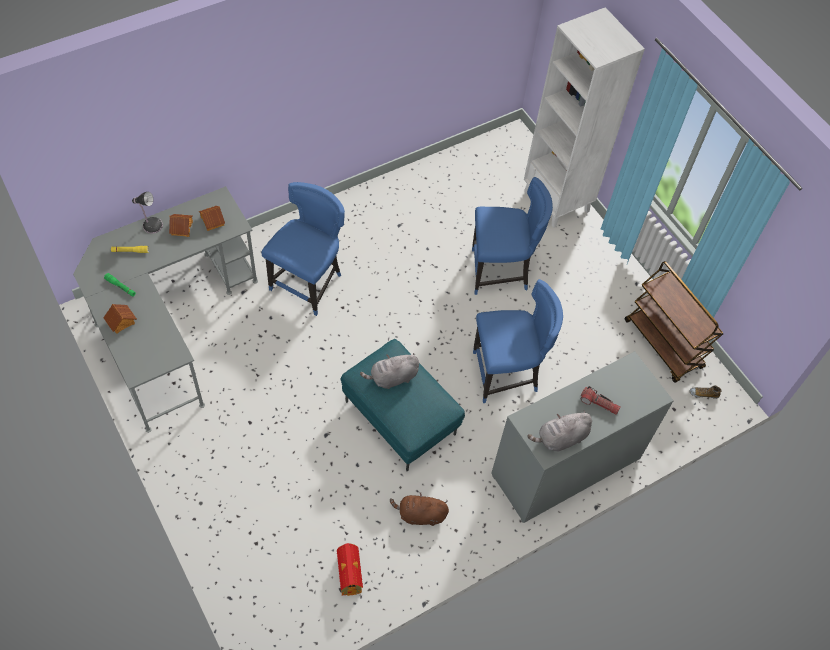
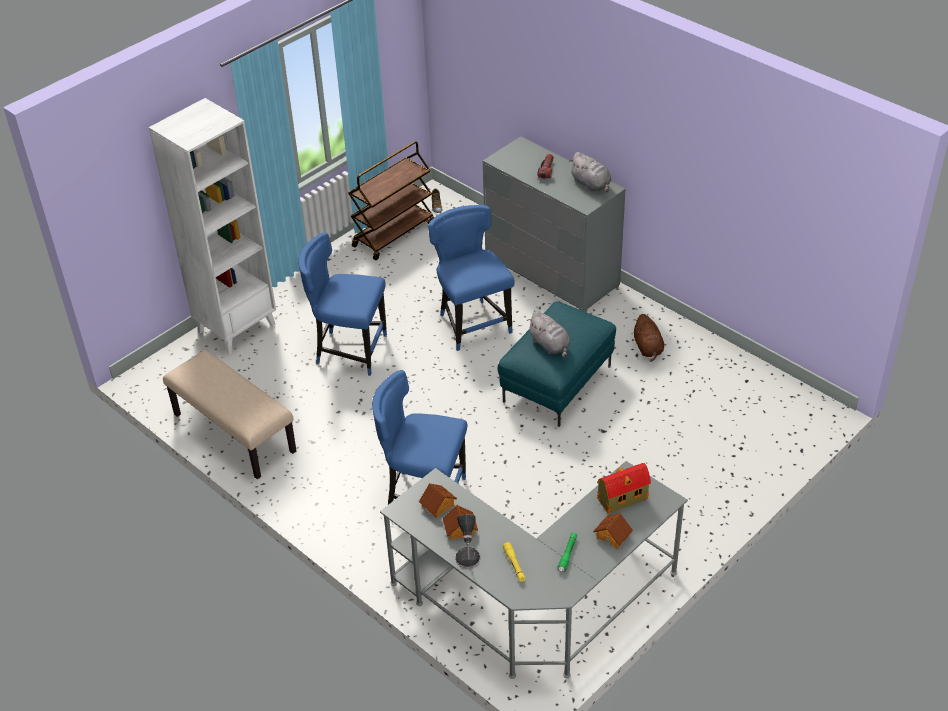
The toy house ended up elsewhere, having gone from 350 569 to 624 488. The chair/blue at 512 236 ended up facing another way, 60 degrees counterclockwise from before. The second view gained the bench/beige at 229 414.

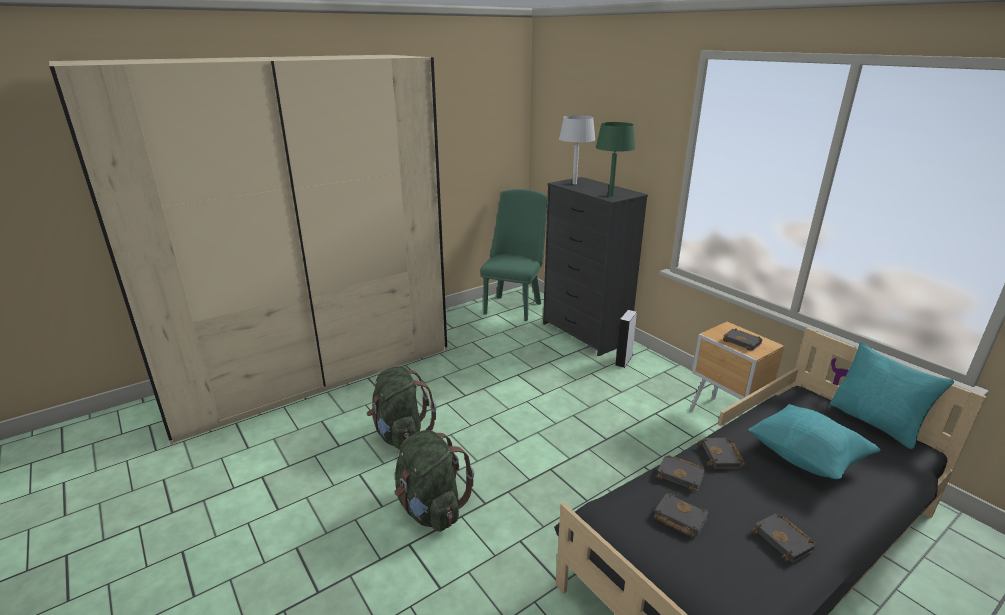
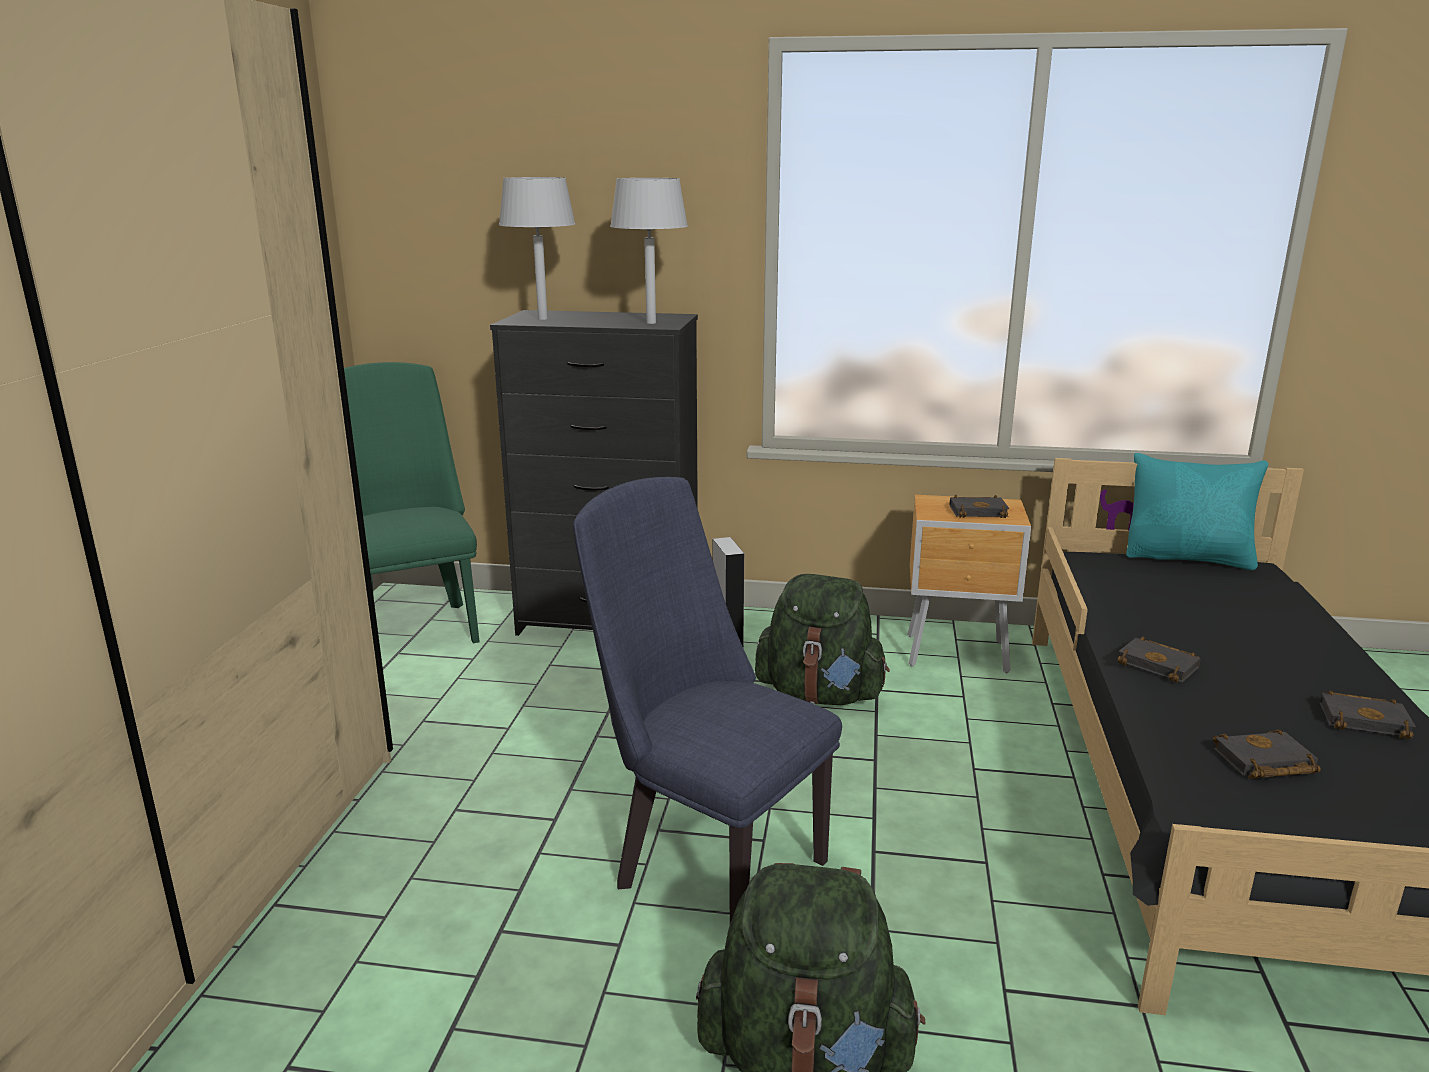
The backpack/green ended up elsewhere, having gone from 401 407 to 822 639. What was the table lamp/green at 615 159 turned into the table lamp/grey at 649 251. The second view lost the book/black at 681 473. The second view lost the pillow/turquoise at 814 441. The second view gained the chair/blue at 707 700.

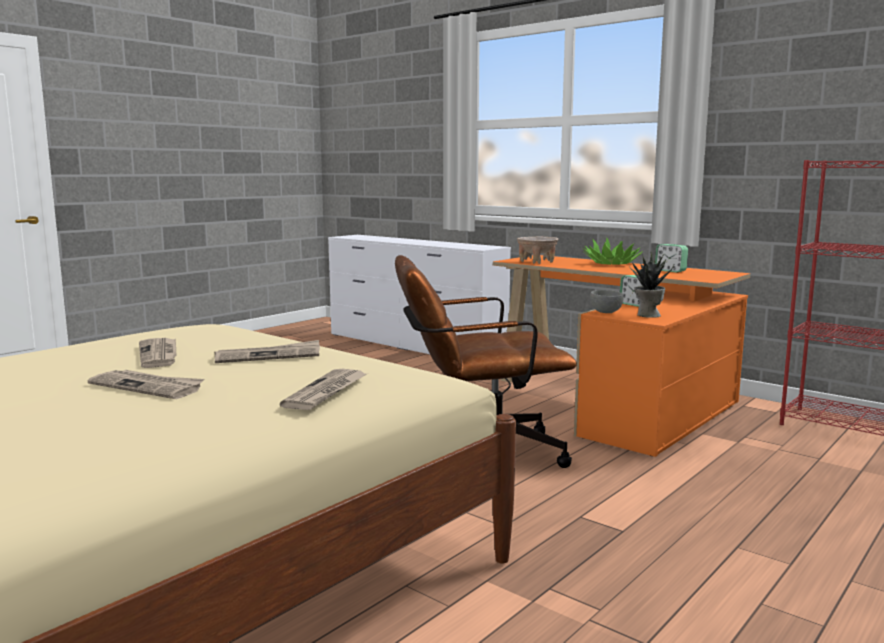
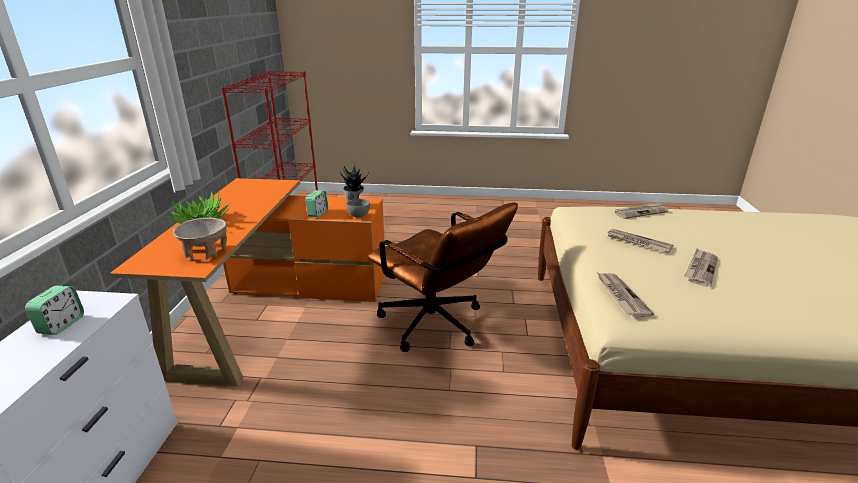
The newspaper ended up elsewhere, having gone from 146 384 to 625 295. The alarm clock ended up elsewhere, having gone from 671 258 to 54 310.

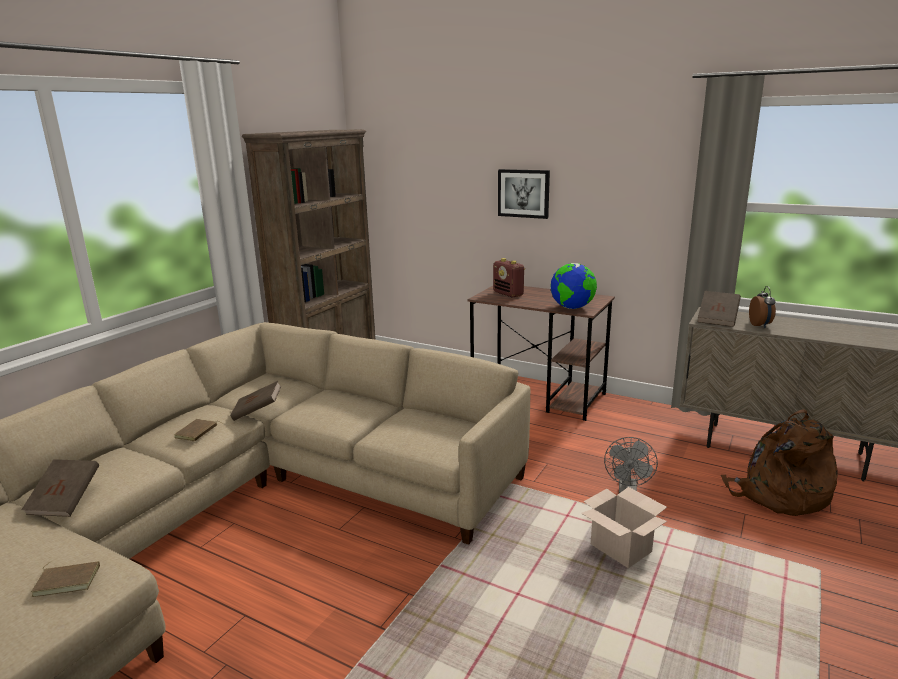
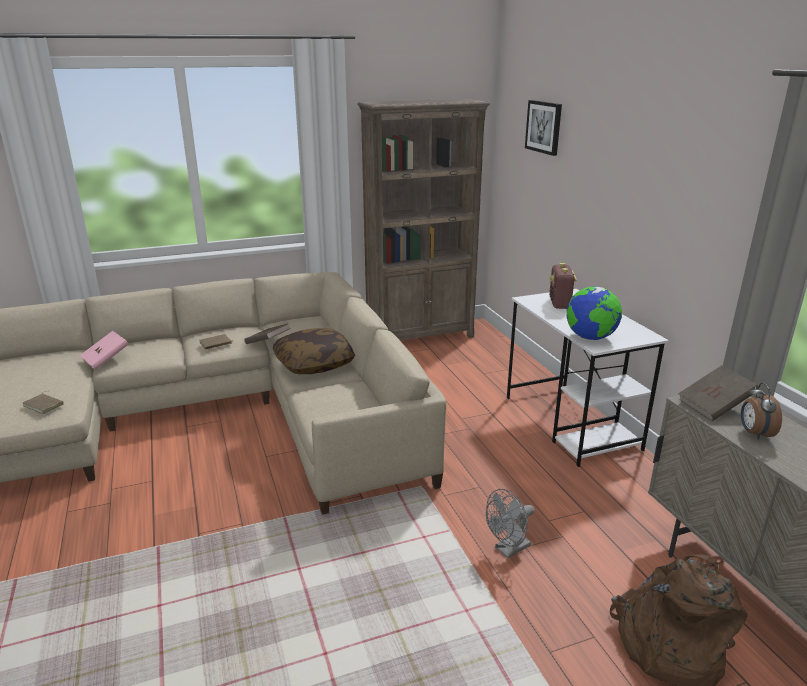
What was the book/brown at 60 488 turned into the book/pink at 104 350. What was the desk/brown at 541 353 turned into the desk/white at 588 378. The picture ended up elsewhere, having gone from 524 194 to 543 128. The second view lost the cardboard box at 624 527. The alarm clock at 762 307 ended up facing another way, 135 degrees clockwise from before. The second view gained the pillow at 314 351.

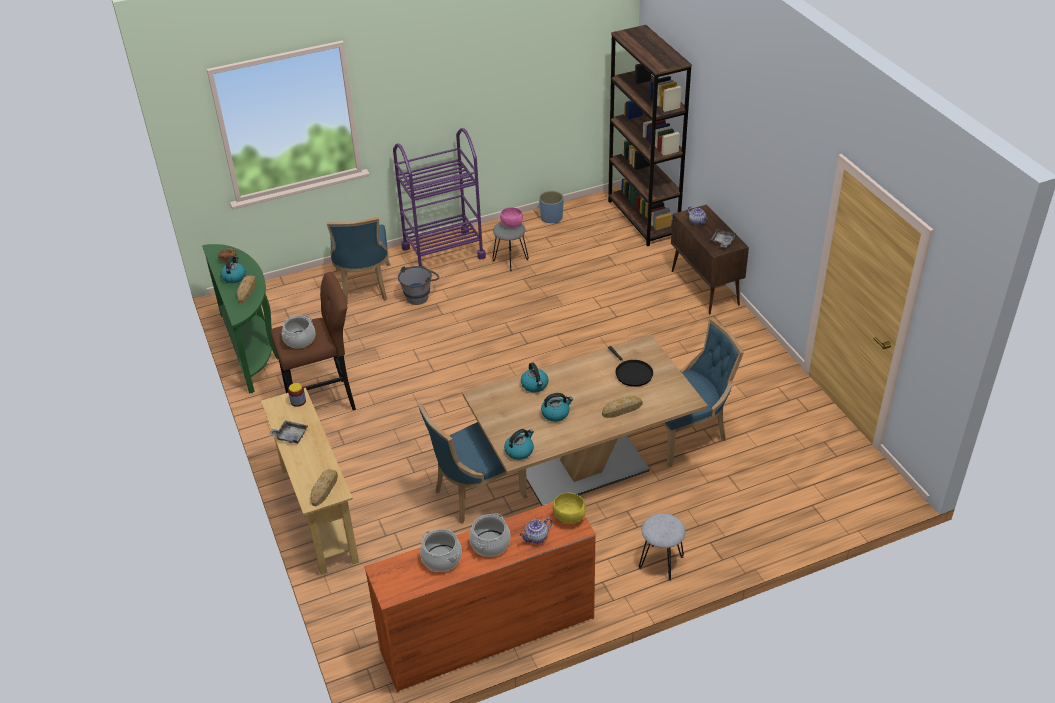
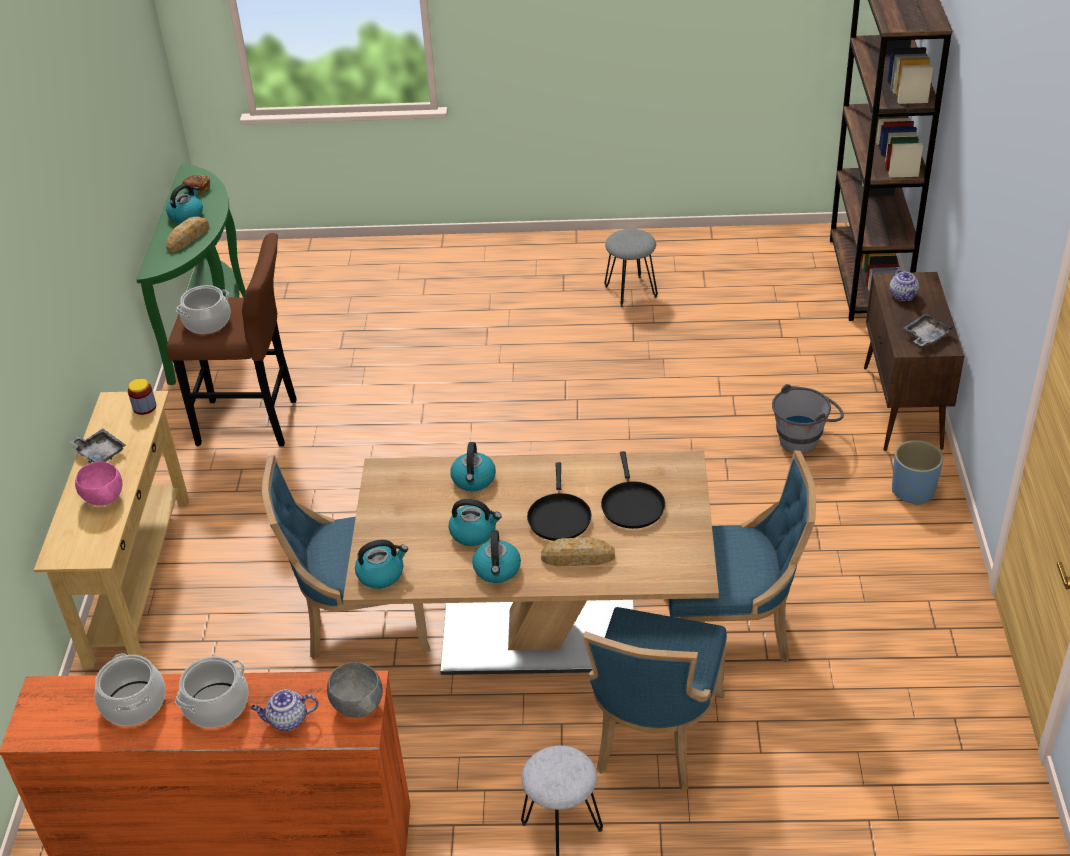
The second view lost the bread at 324 488. The chair/blue ended up elsewhere, having gone from 359 260 to 655 699. The second view lost the cart/purple at 439 197. The bucket/grey ended up elsewhere, having gone from 418 285 to 808 419. The bowl/pink ended up elsewhere, having gone from 511 217 to 98 484. The planter/blue ended up elsewhere, having gone from 551 207 to 917 472. What was the bowl/yellow at 569 508 turned into the bowl/grey at 355 690. The second view gained the kettle at 496 556. The second view gained the frying pan/black at 559 501.

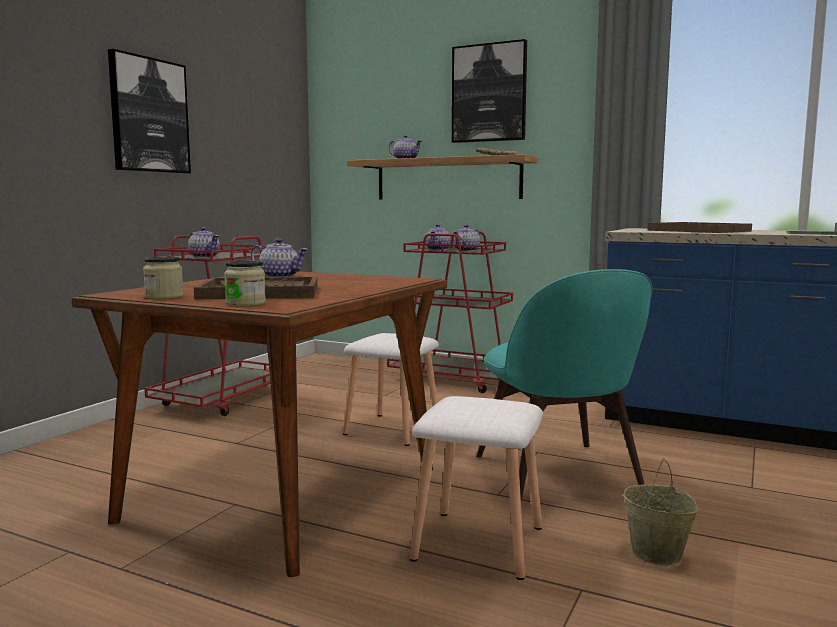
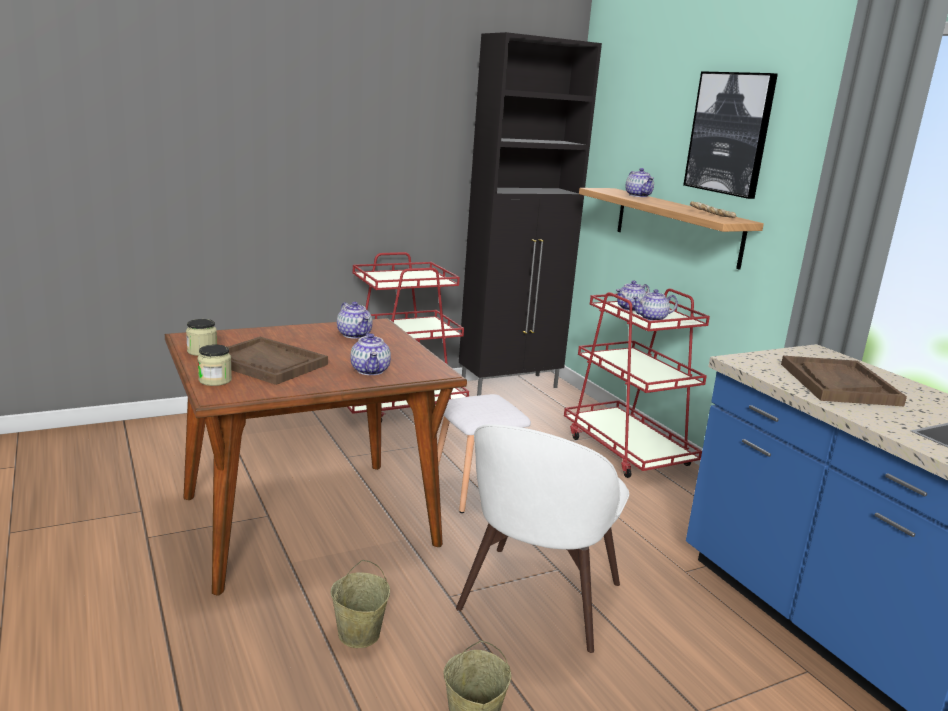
The second view lost the picture at 149 111. The teapot ended up elsewhere, having gone from 204 242 to 370 354. Where the stool/white stood at 476 488, the bucket/beige came to stand at 360 604. What was the chair/turquoise at 564 384 turned into the chair/white at 542 538. The second view gained the cabinet/black at 530 214.

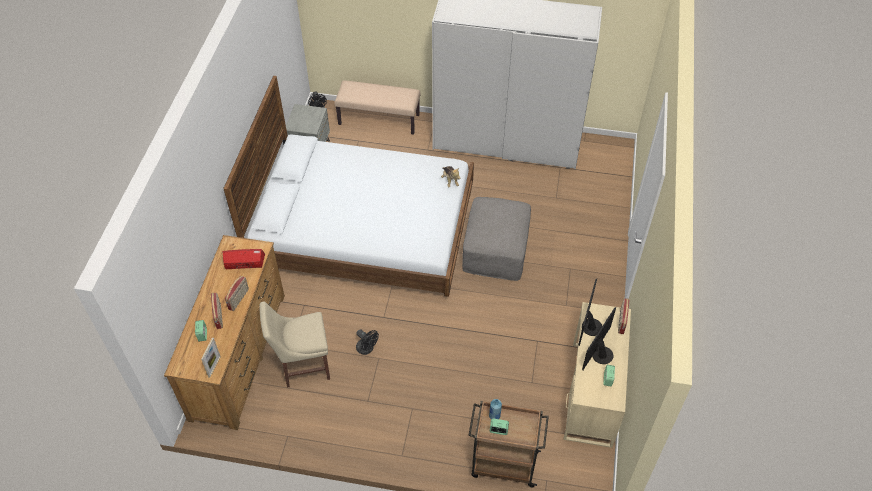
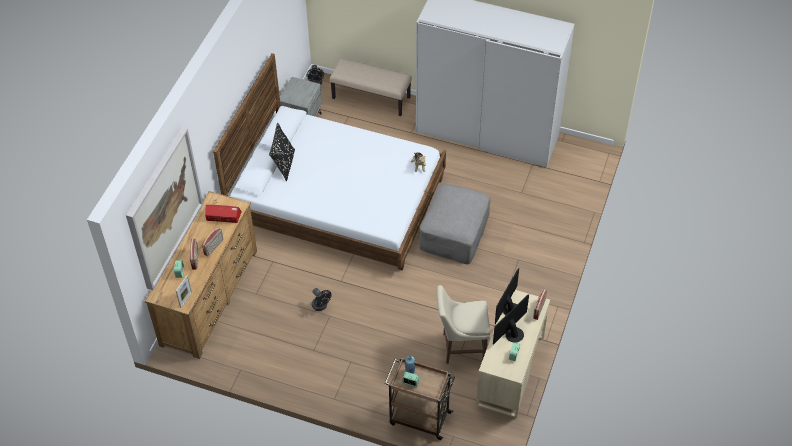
The chair/beige ended up elsewhere, having gone from 294 344 to 463 324. The second view gained the picture at 164 208. The second view gained the pillow/black at 282 152.

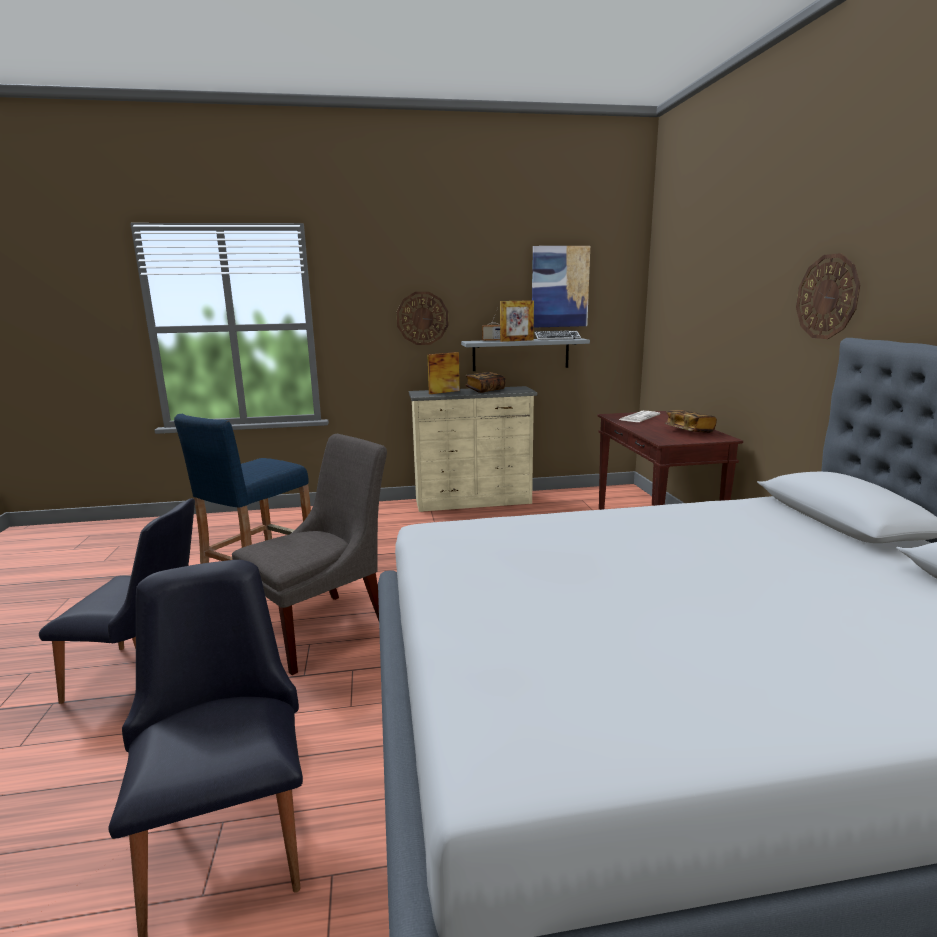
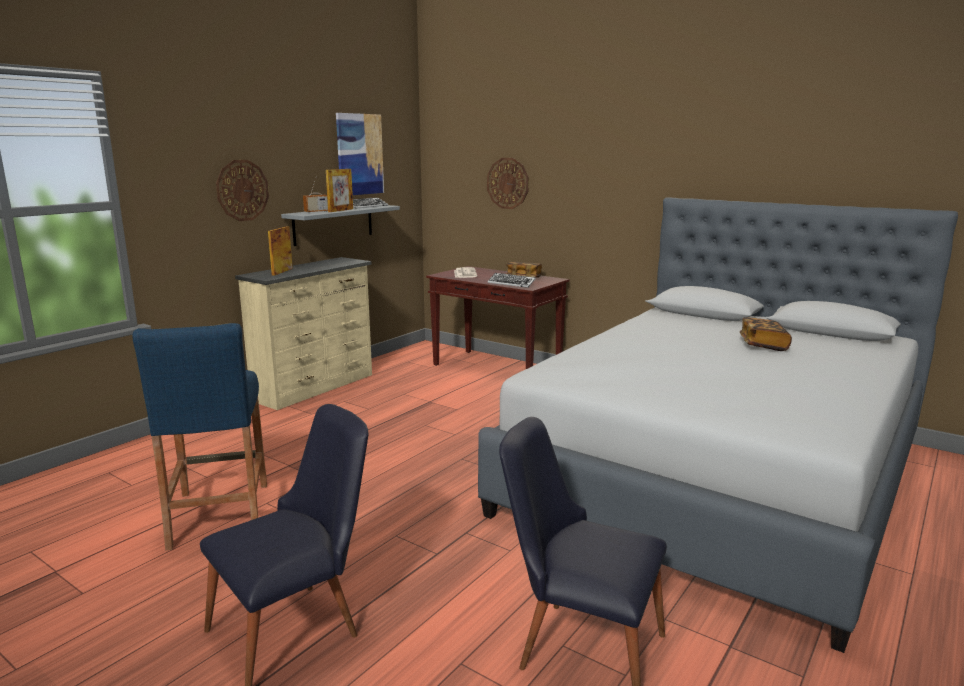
The second view lost the chair/grey at 309 554. The book ended up elsewhere, having gone from 485 382 to 766 334. The wall clock ended up elsewhere, having gone from 828 296 to 508 183. The second view gained the keyboard at 511 280.

